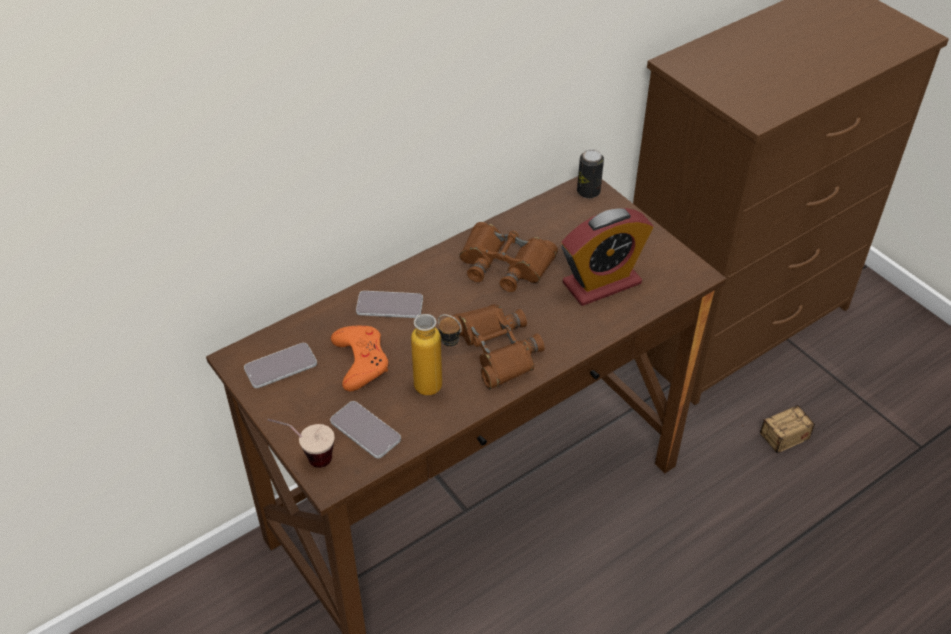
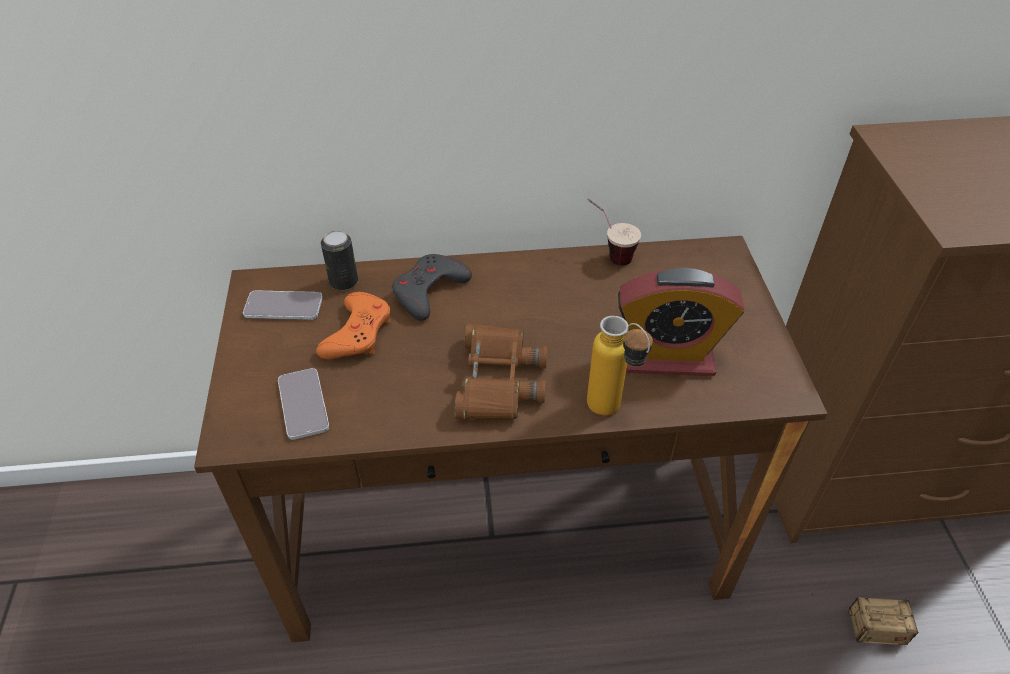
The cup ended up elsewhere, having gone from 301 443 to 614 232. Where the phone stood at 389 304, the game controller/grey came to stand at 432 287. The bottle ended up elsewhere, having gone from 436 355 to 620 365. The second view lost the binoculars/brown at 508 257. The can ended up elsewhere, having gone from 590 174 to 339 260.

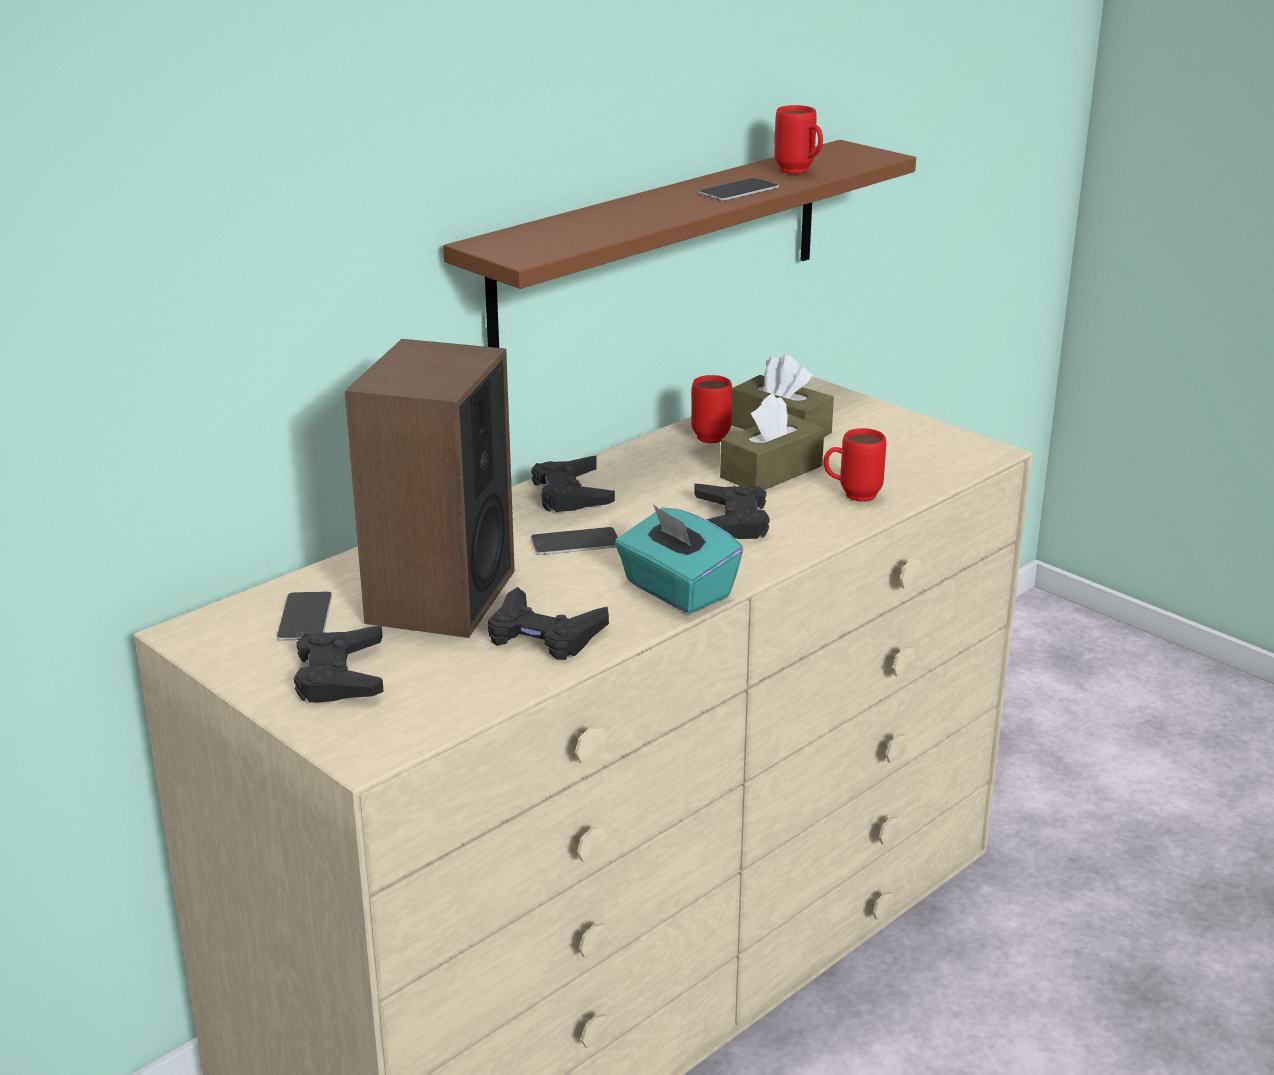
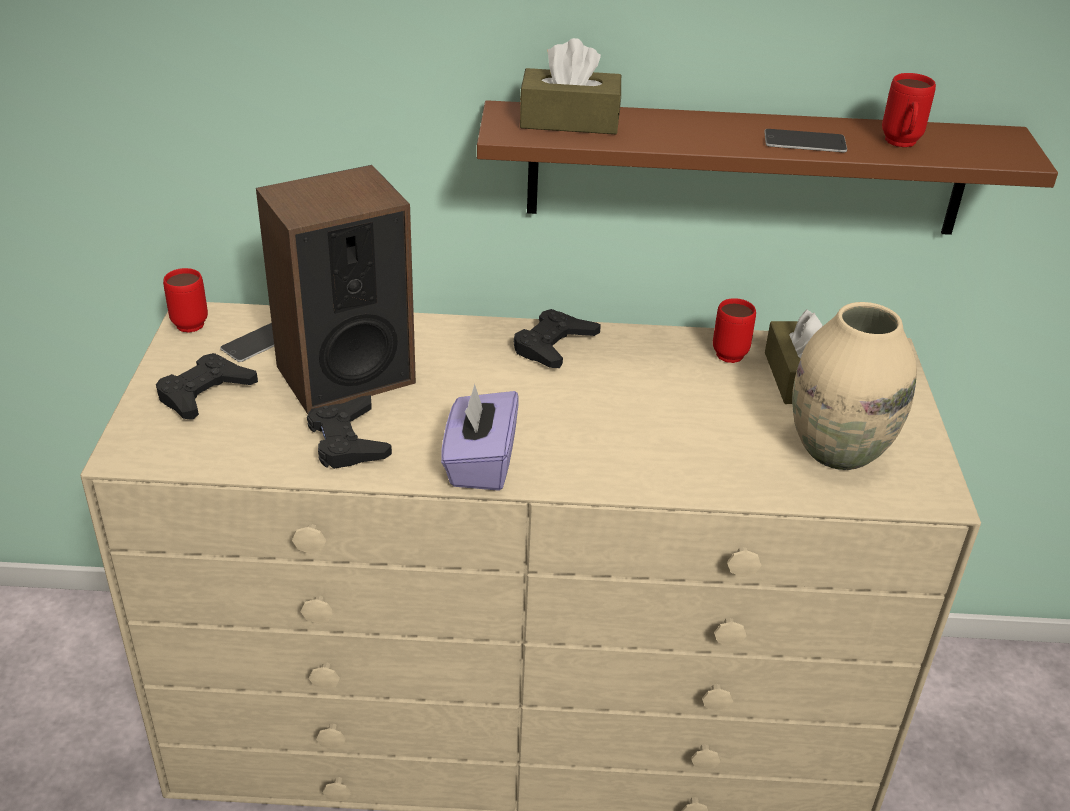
The second view lost the phone at 574 541. What was the tissue box/turquoise at 679 559 turned into the tissue box/purple at 480 437. The second view lost the game controller/black at 732 511. The tissue box/brown ended up elsewhere, having gone from 772 441 to 570 86. The mug/red ended up elsewhere, having gone from 854 465 to 185 300. The second view gained the vase/beige at 854 386.

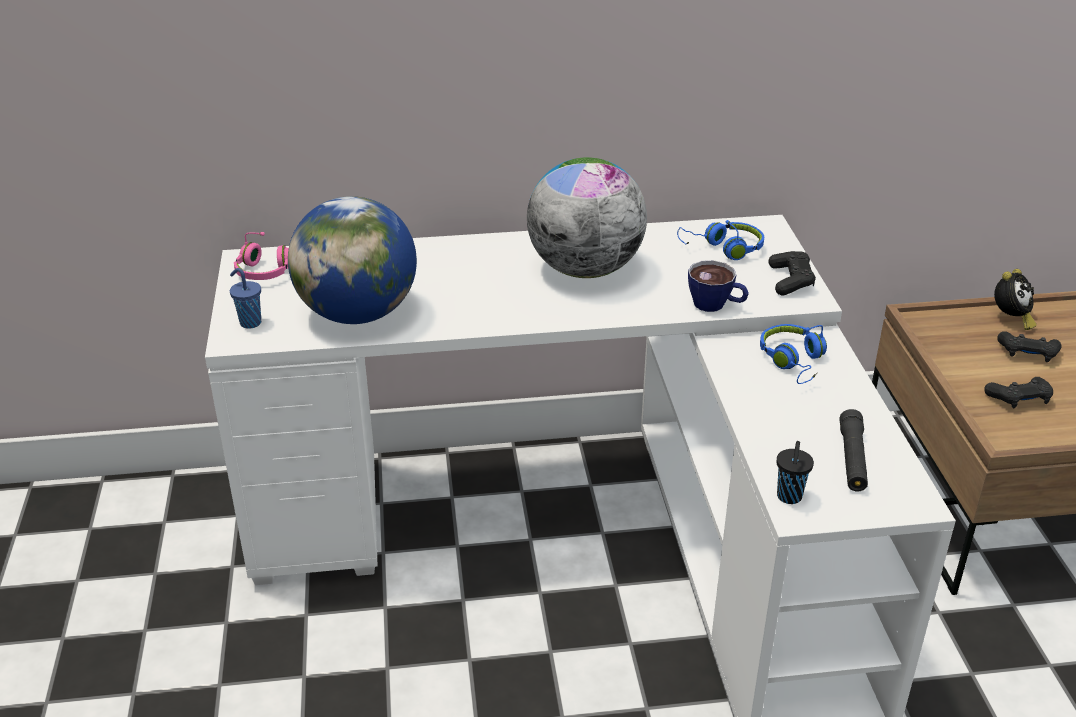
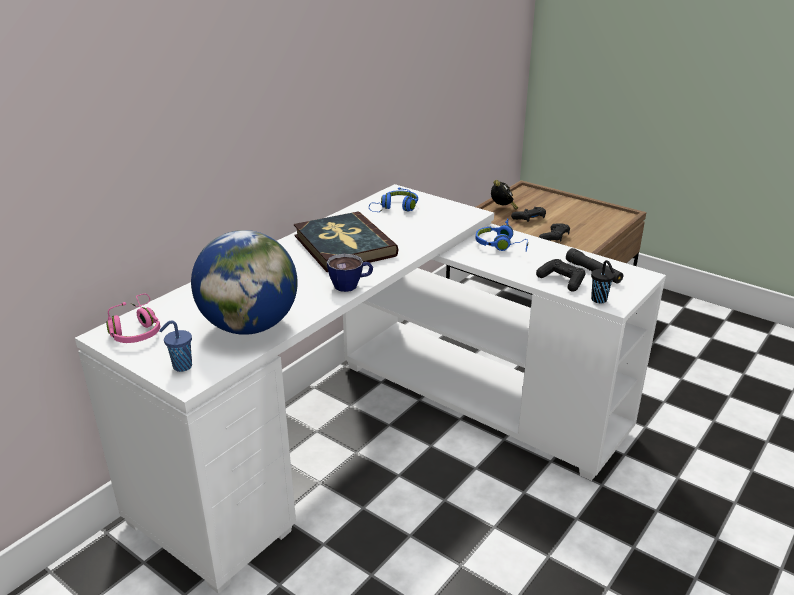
Where the globe stood at 587 217, the book came to stand at 346 242. The cup ended up elsewhere, having gone from 718 286 to 350 273. The game controller/black ended up elsewhere, having gone from 792 273 to 560 275.

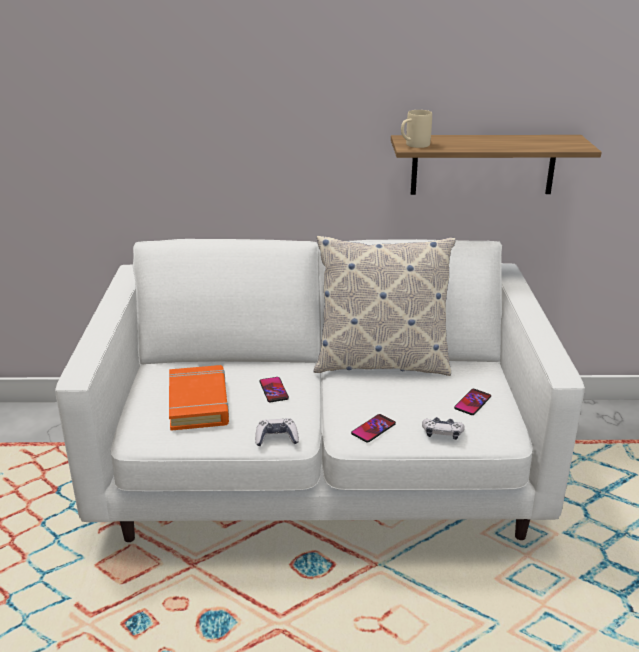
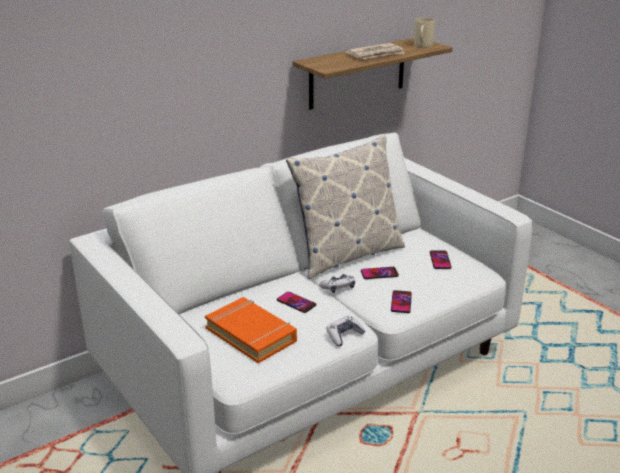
The mug/beige ended up elsewhere, having gone from 416 129 to 424 32. The game controller ended up elsewhere, having gone from 443 428 to 337 283. The second view gained the newspaper at 375 51. The second view gained the phone at 380 273.

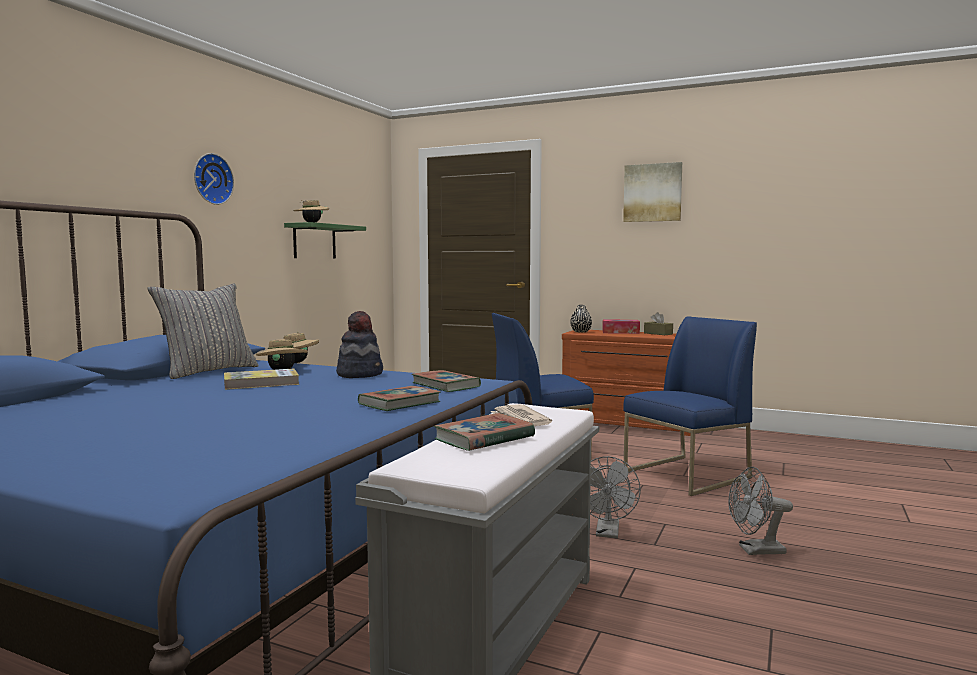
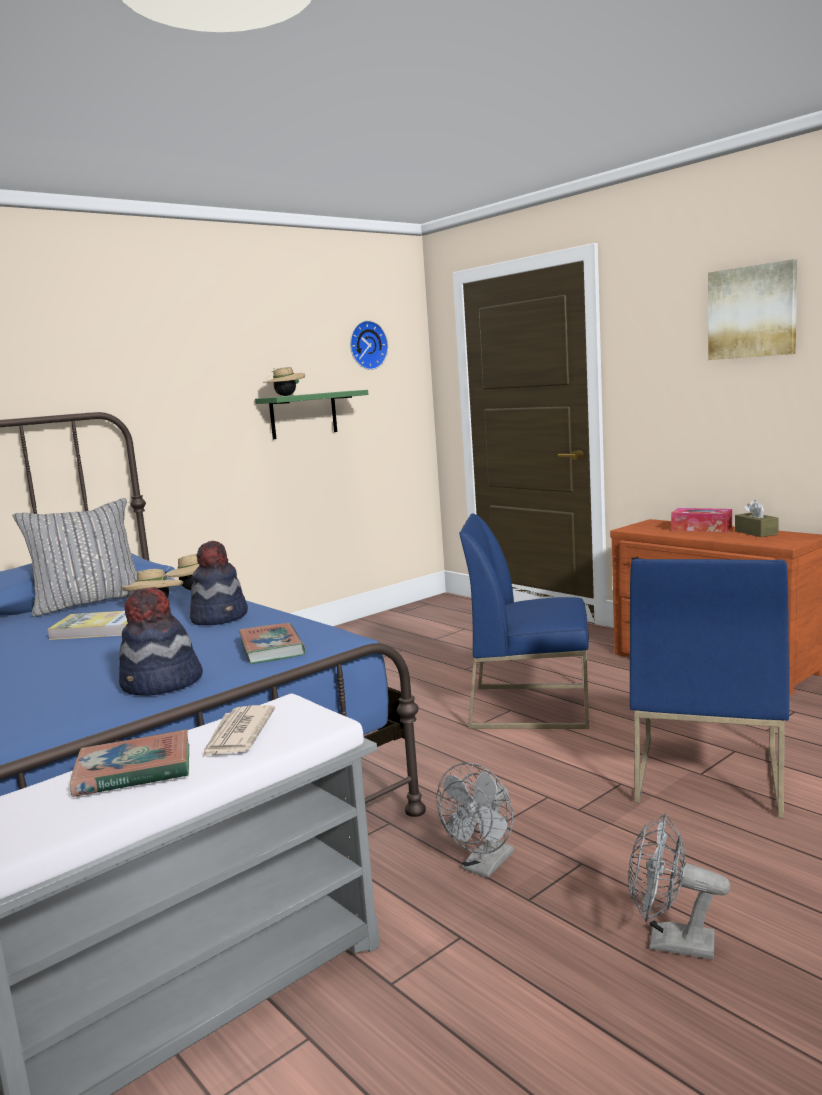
The wall clock ended up elsewhere, having gone from 214 179 to 369 345. Where the book stood at 399 398, the hat came to stand at 161 641. The second view lost the vase/black at 581 318. The chair/blue at 690 406 ended up facing another way, 120 degrees clockwise from before.

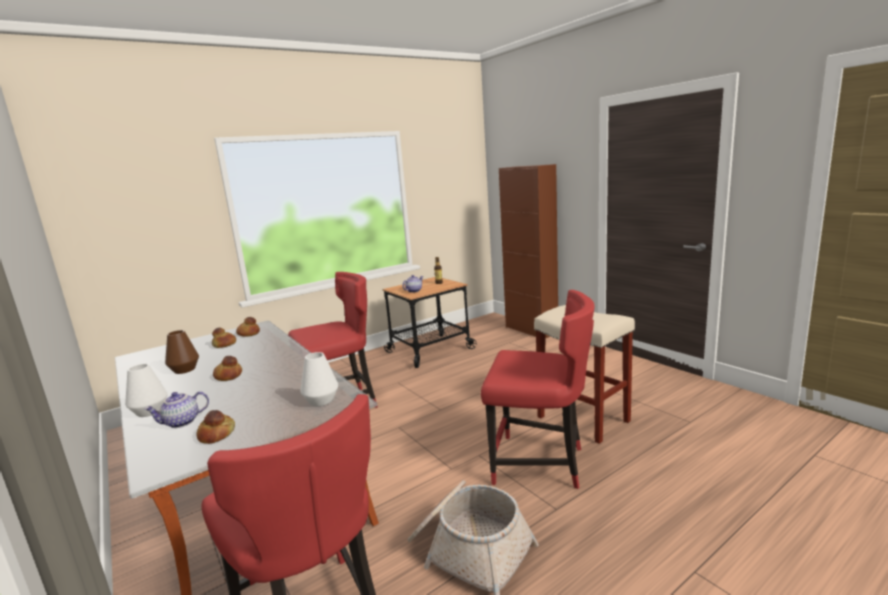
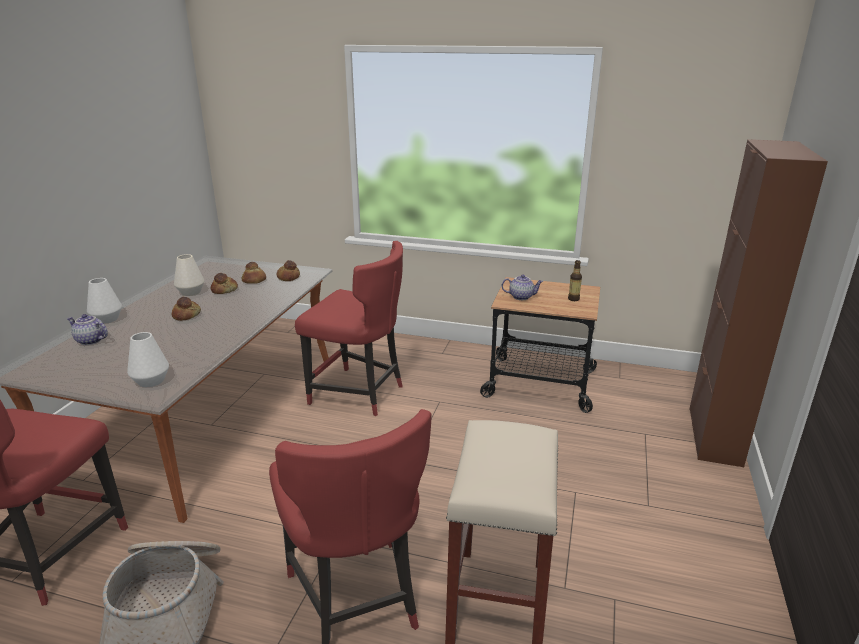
What was the vase/brown at 182 352 turned into the vase/white at 189 275. The bread ended up elsewhere, having gone from 215 427 to 224 283.

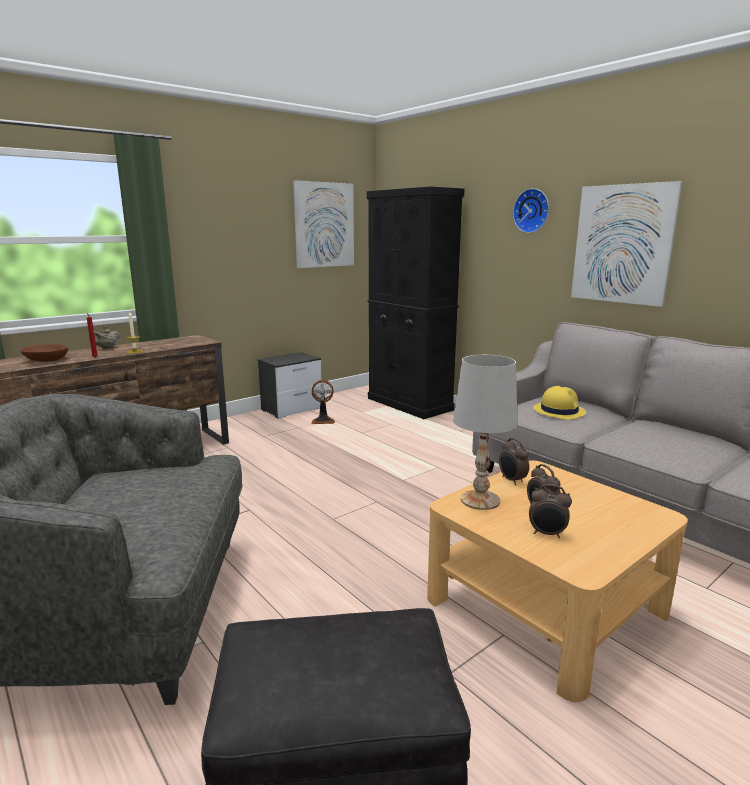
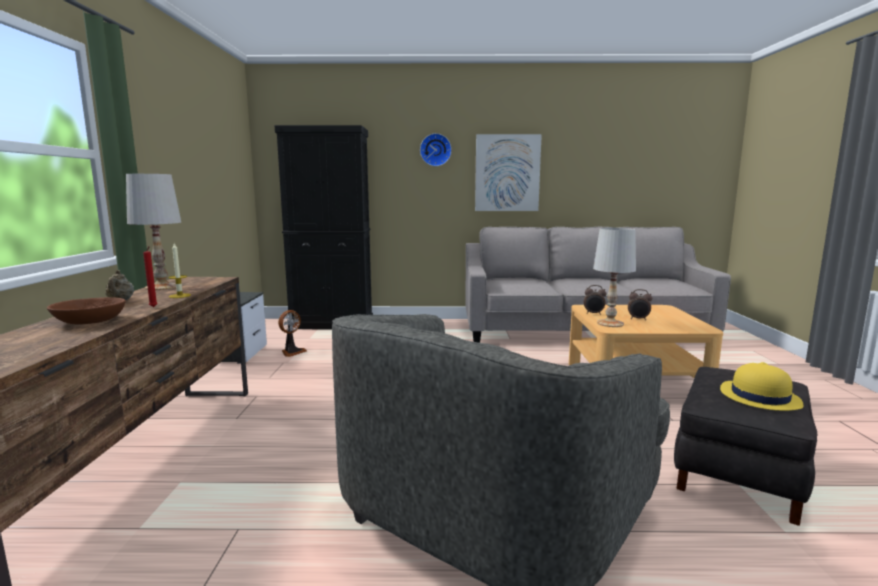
The second view lost the picture at 323 224. The second view lost the alarm clock at 550 511. The hat/yellow ended up elsewhere, having gone from 560 403 to 762 386. The second view gained the table lamp/white at 153 232.

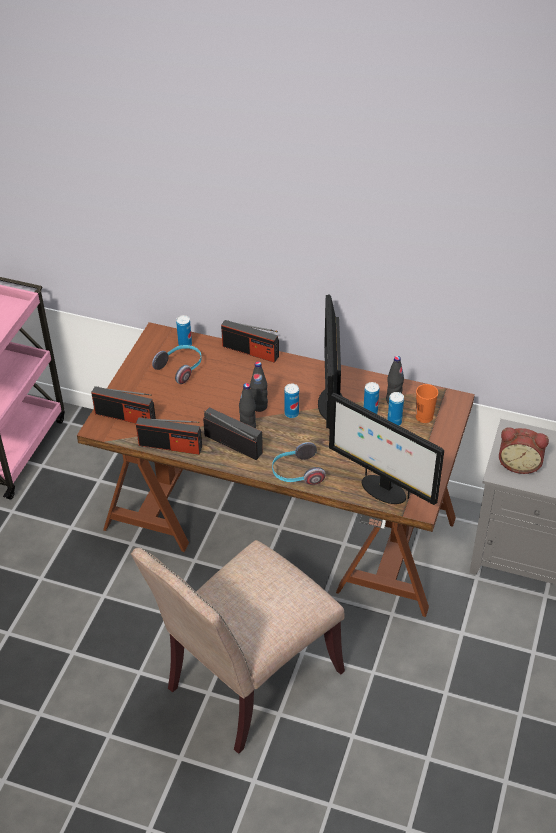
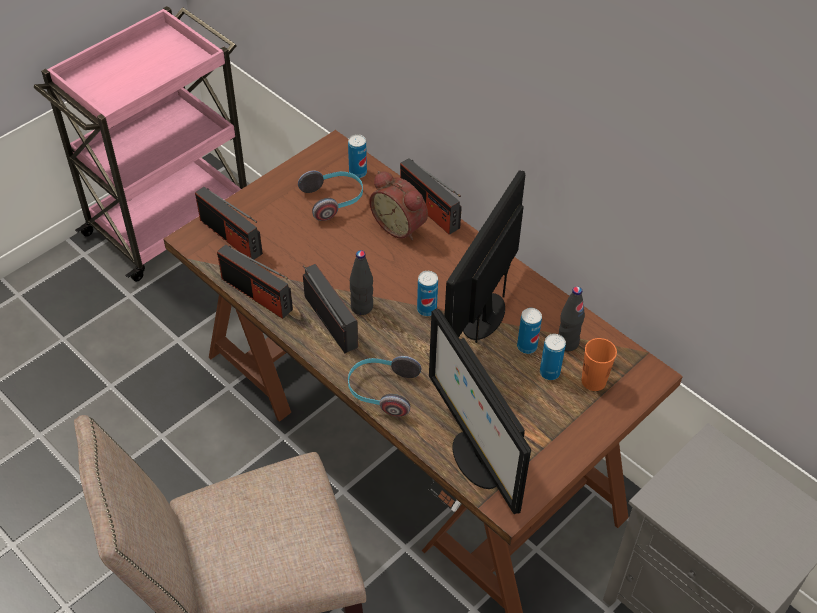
The second view lost the bottle/black at 259 386. The alarm clock ended up elsewhere, having gone from 524 450 to 398 205.

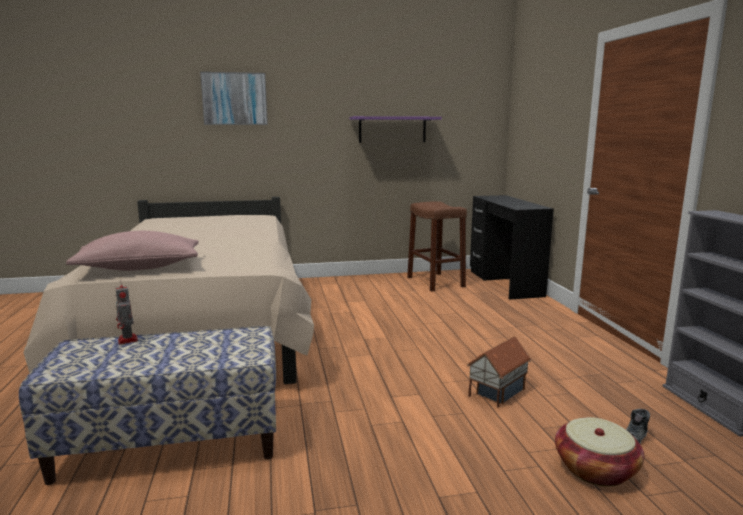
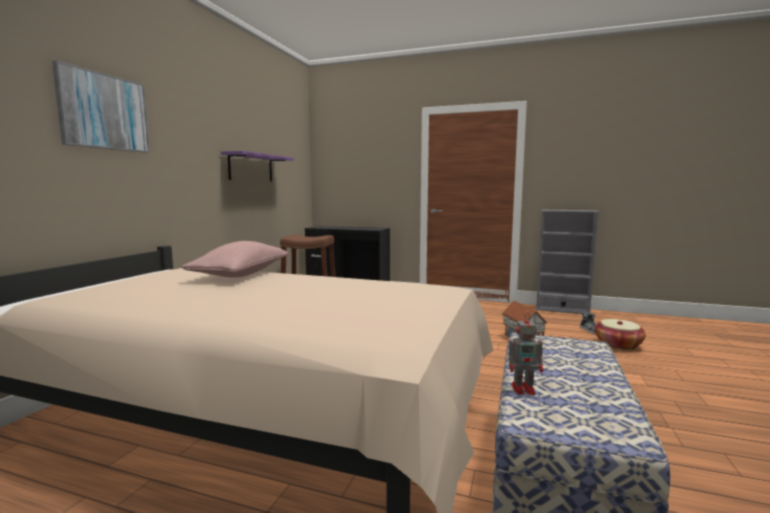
The pillow/pink ended up elsewhere, having gone from 132 251 to 234 259.

